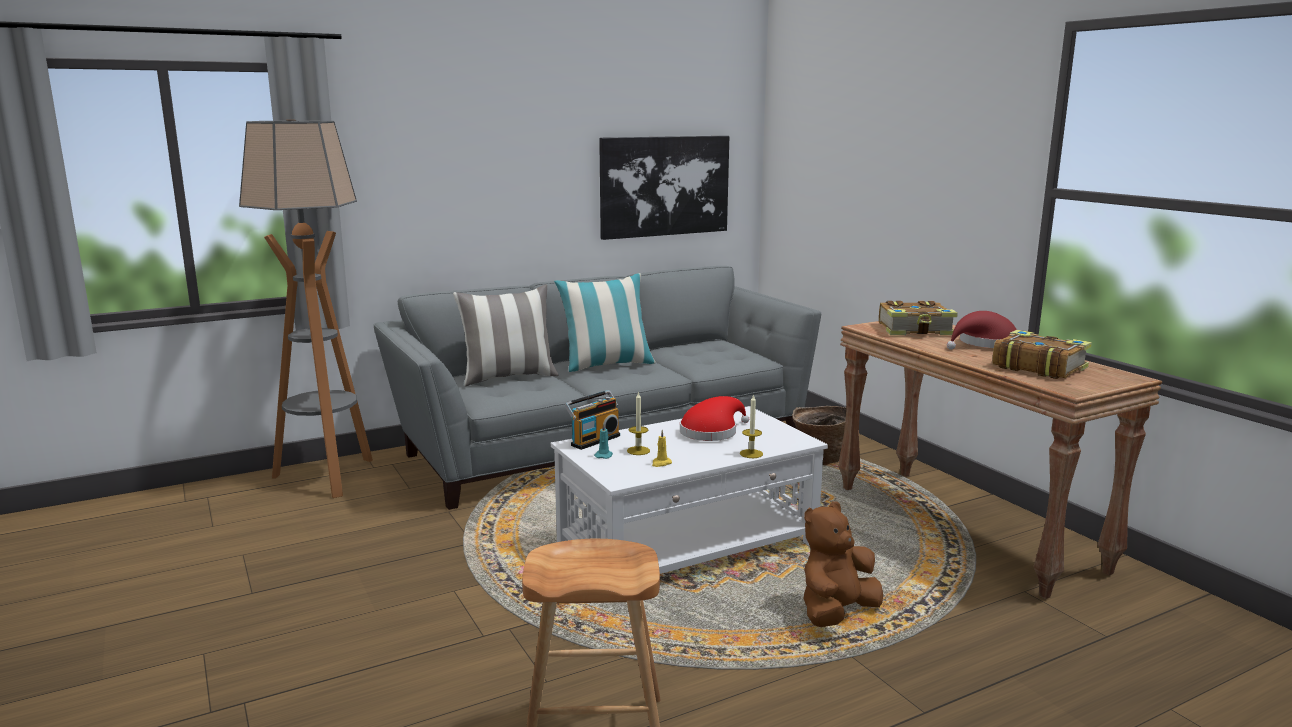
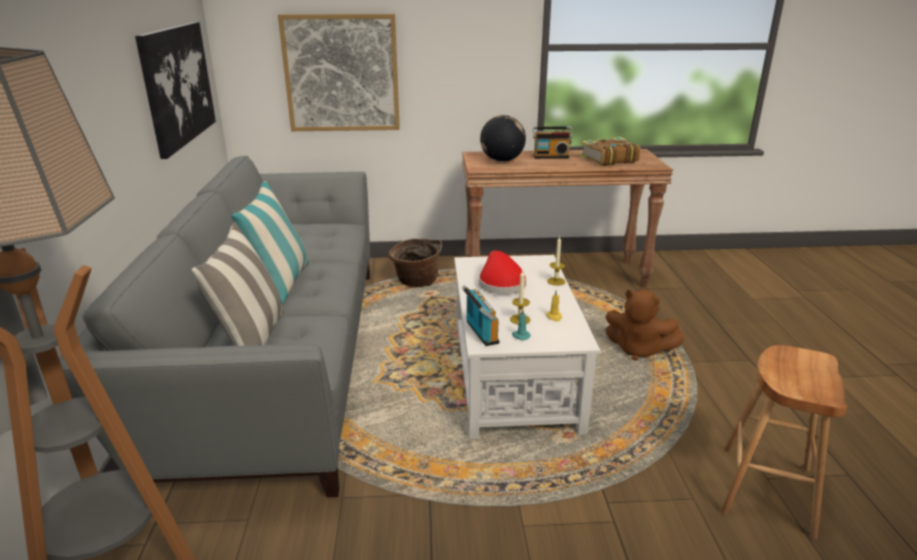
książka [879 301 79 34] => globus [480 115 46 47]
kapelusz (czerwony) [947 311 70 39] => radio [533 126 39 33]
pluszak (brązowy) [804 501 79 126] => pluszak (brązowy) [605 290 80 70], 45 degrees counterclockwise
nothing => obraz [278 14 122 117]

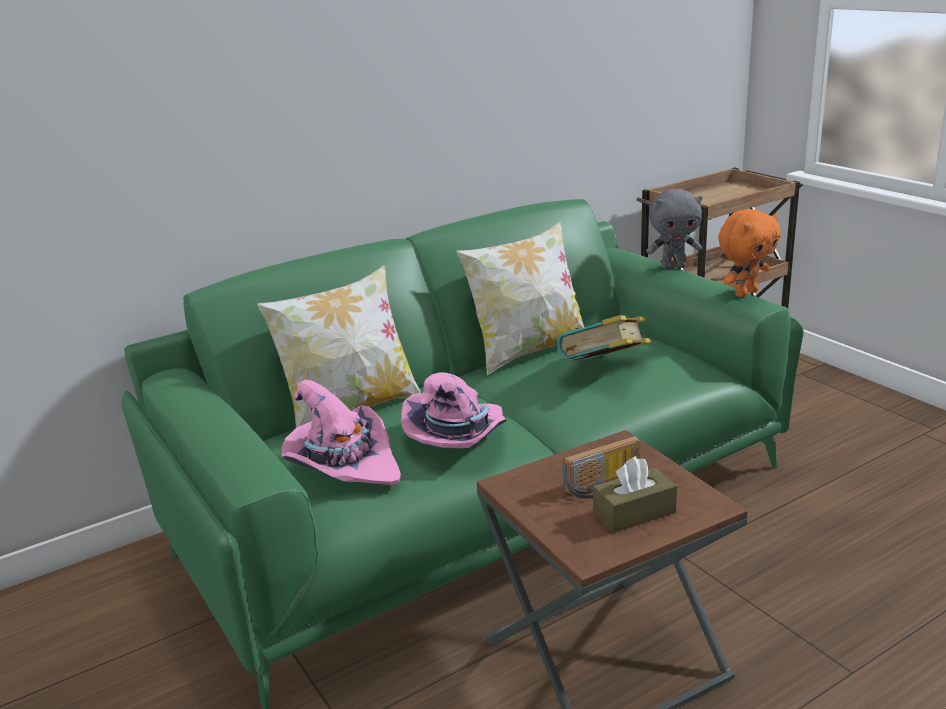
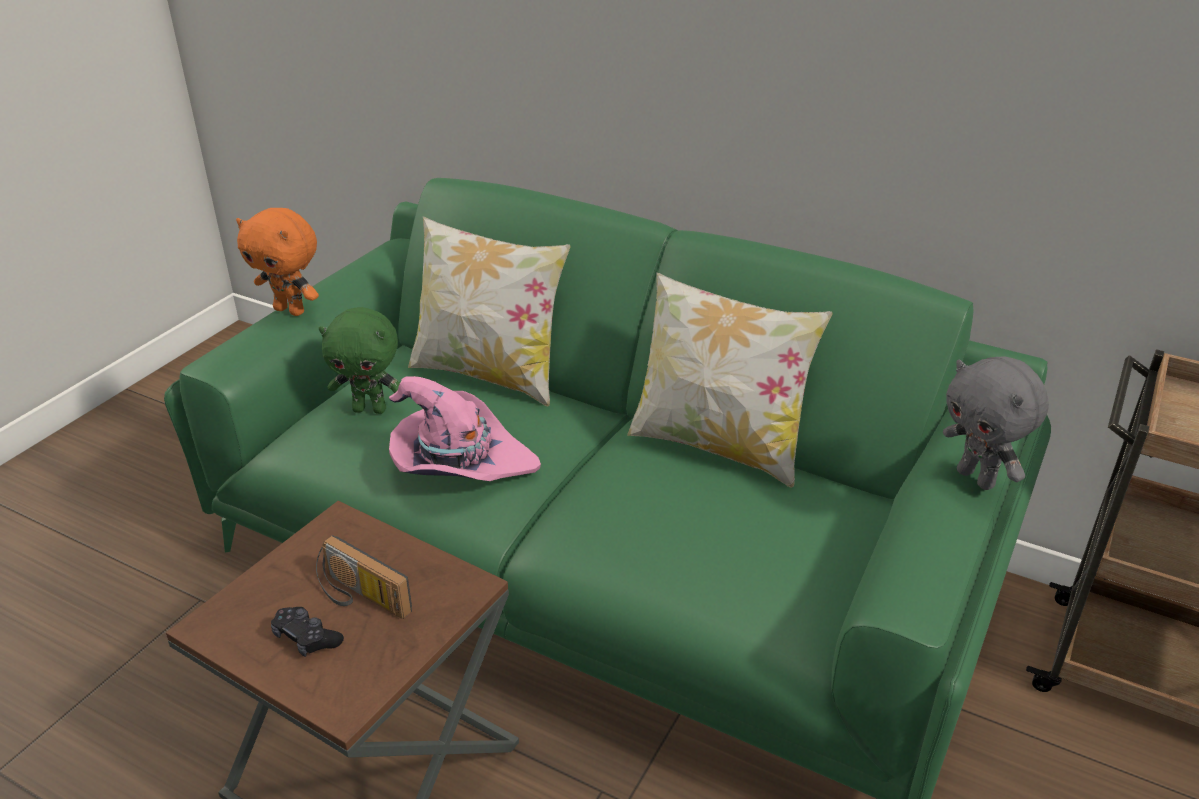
pluszak (pomarańczowy) [718 209 63 88] => pluszak (pomarańczowy) [236 208 83 108], move
książka [557 315 94 46] => nothing
kapelusz (różowy) [281 380 120 105] => pluszak (zielony) [319 307 81 107]
pudełko chusteczek (brązowy) [593 456 84 77] => pad do gier (czarny) [271 607 73 50]

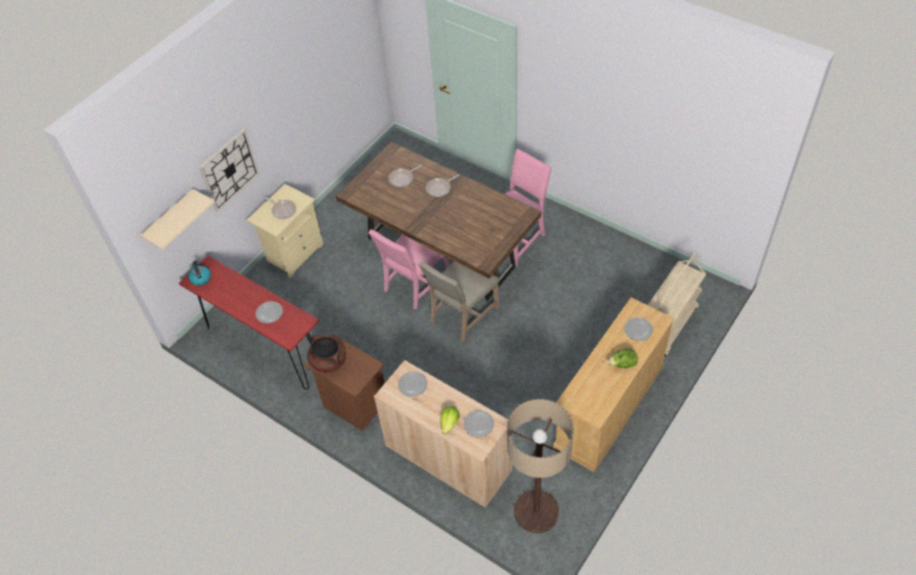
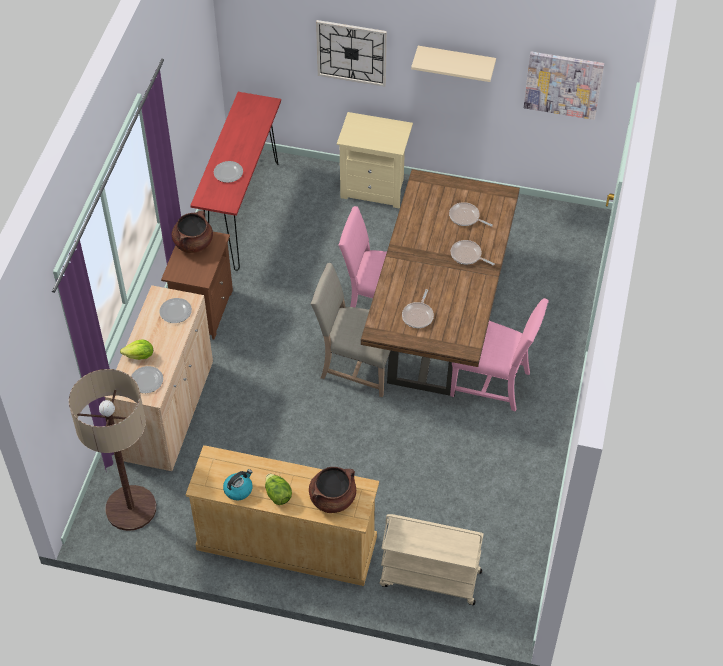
półka (beżowy) [140 189 74 60] => półka (beżowy) [411 46 85 36], move
patelnia [265 197 31 22] => patelnia [402 289 32 39], move
czajnik [188 260 23 26] => czajnik [223 469 30 32], move
talerz [624 317 29 24] => garnek (brązowy) [309 467 47 46]
nothing => obraz [524 51 80 69]

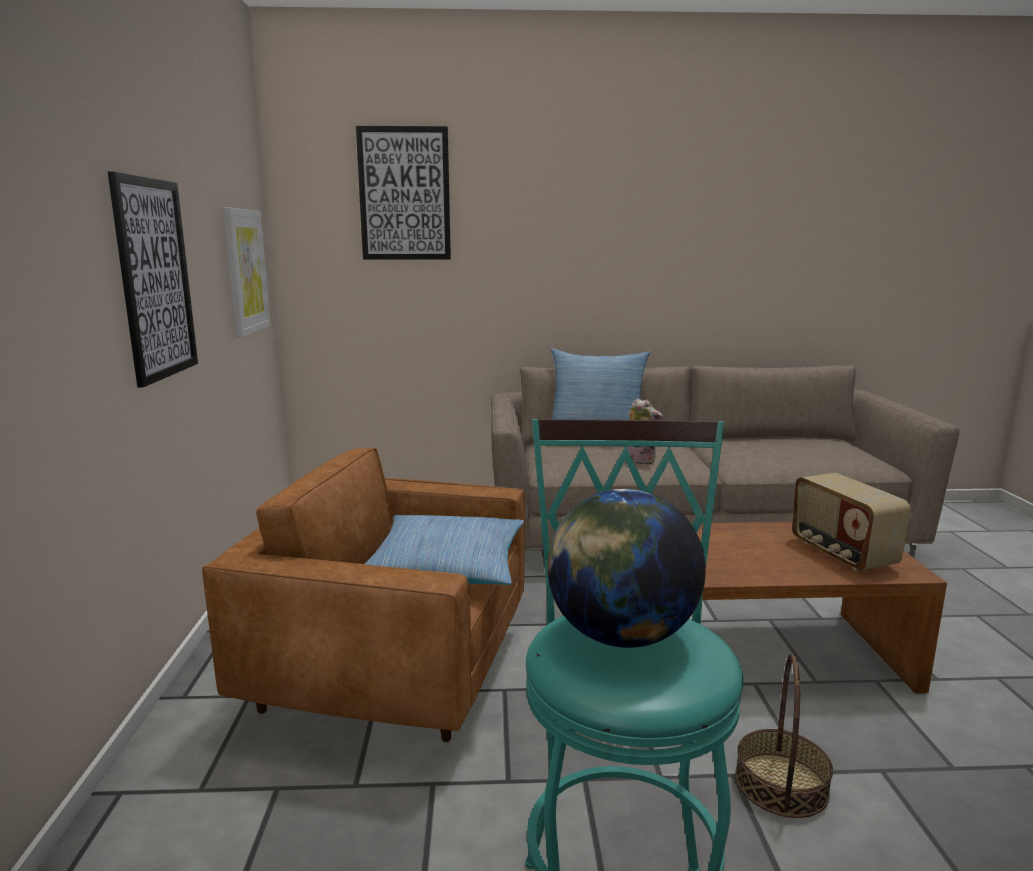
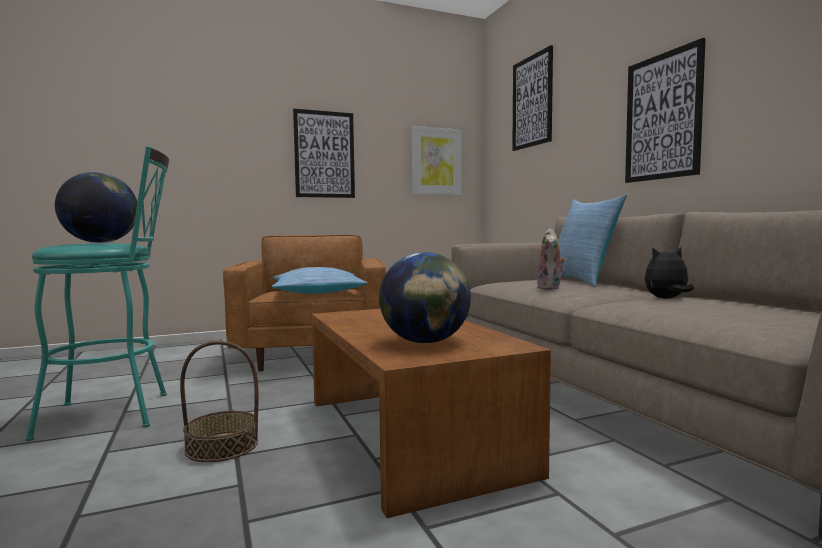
radio [792 473 119 98] => globus [379 252 92 91]
nothing => obraz [625 38 81 145]
nothing => pluszak [645 247 49 52]

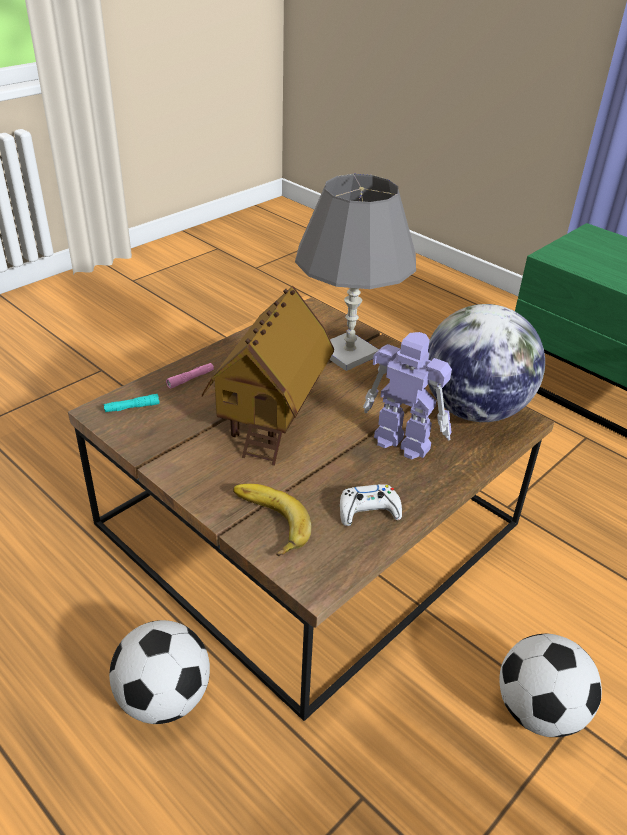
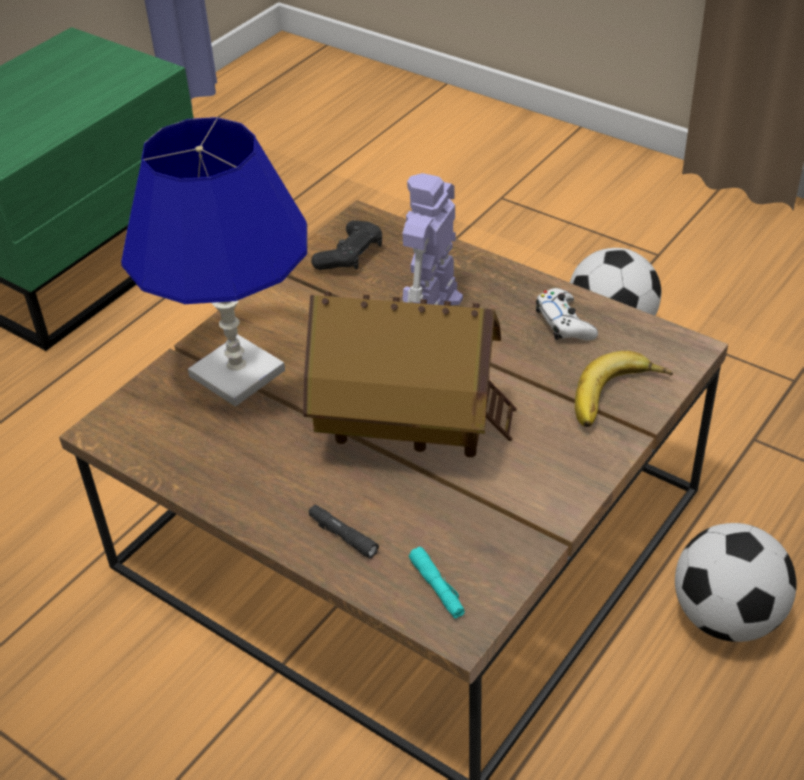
lampa stołowa (szary) [295 174 121 197] => lampa stołowa (niebieski) [121 117 186 290]
globus [428 304 117 118] => pad do gier (czarny) [311 220 71 50]
latarka (różowy) [166 363 48 26] => latarka (czarny) [309 505 70 54]

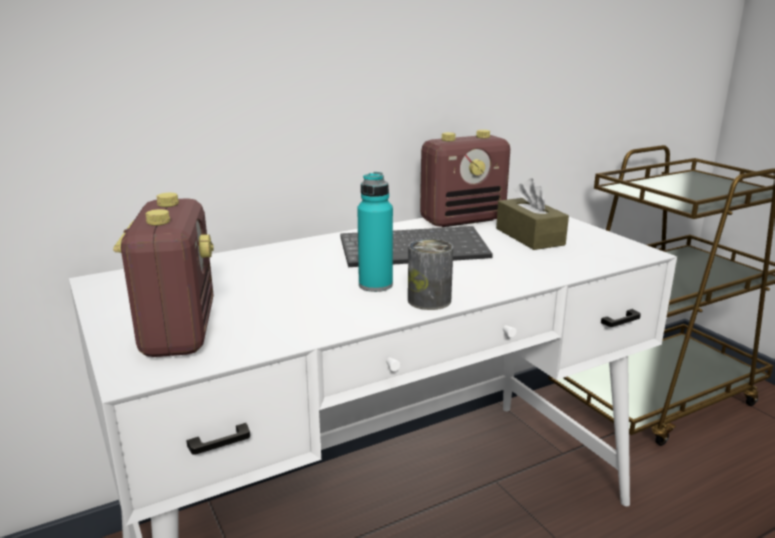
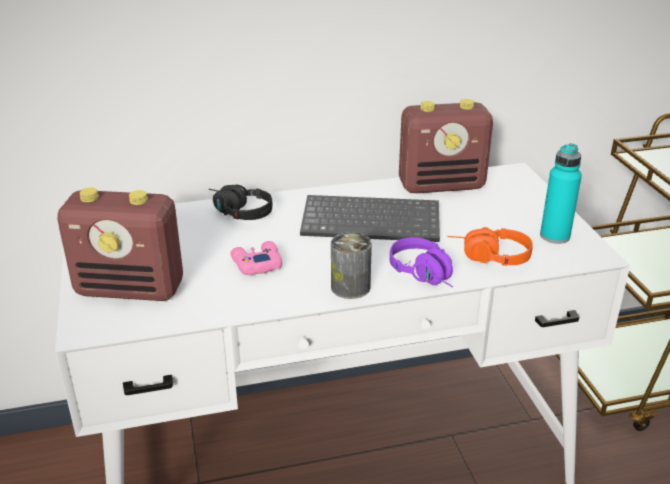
butelka (turkusowy) [357 172 36 120] => butelka (turkusowy) [540 143 42 101], move
pudełko chusteczek (brązowy) [496 179 73 71] => nothing
radio [113 193 101 164] => radio [57 188 126 113], 90 degrees clockwise
nothing => słuchawki (czarny) [209 185 64 35]
nothing => słuchawki (pomarańczowy) [448 227 85 39]
nothing => słuchawki (fioletowy) [390 237 63 50]
nothing => pad do gier (różowy) [230 241 52 34]

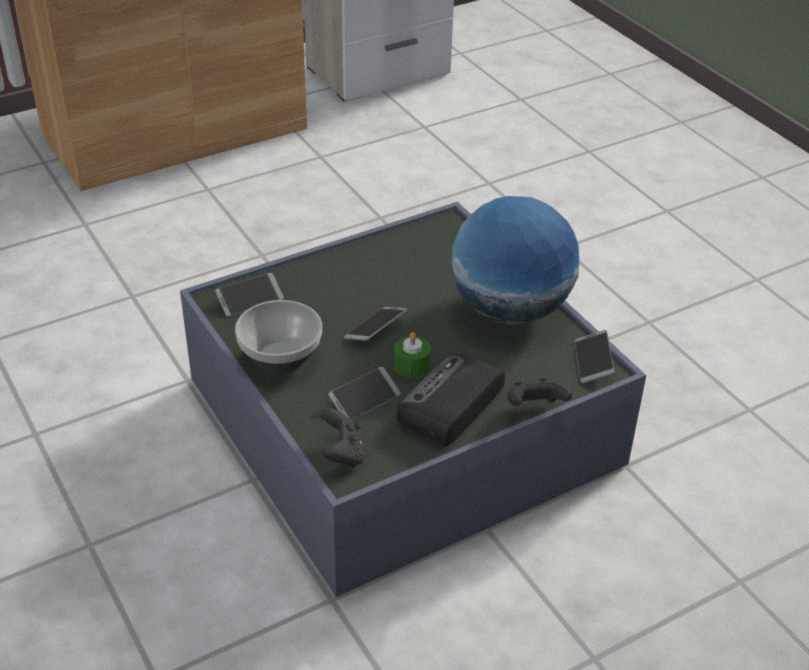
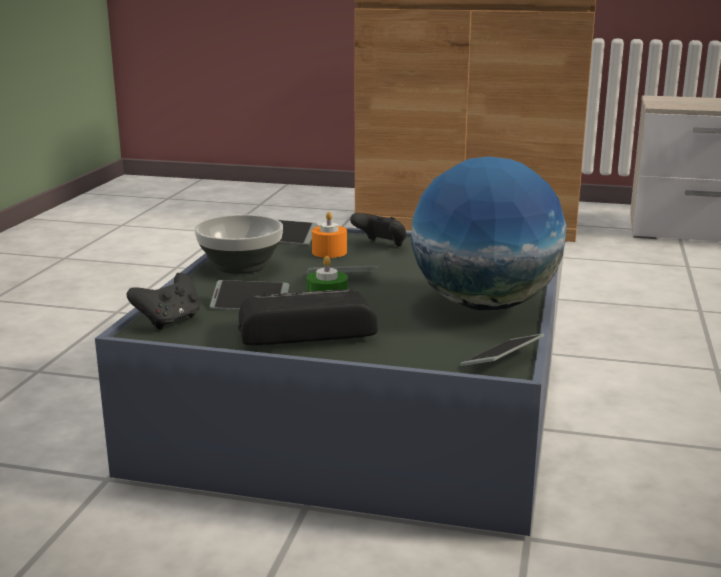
pad do gier (czarny) [507 378 66 28] => pad do gier (czarny) [350 213 57 33], move
nothing => świeca (pomarańczowy) [312 212 35 46]

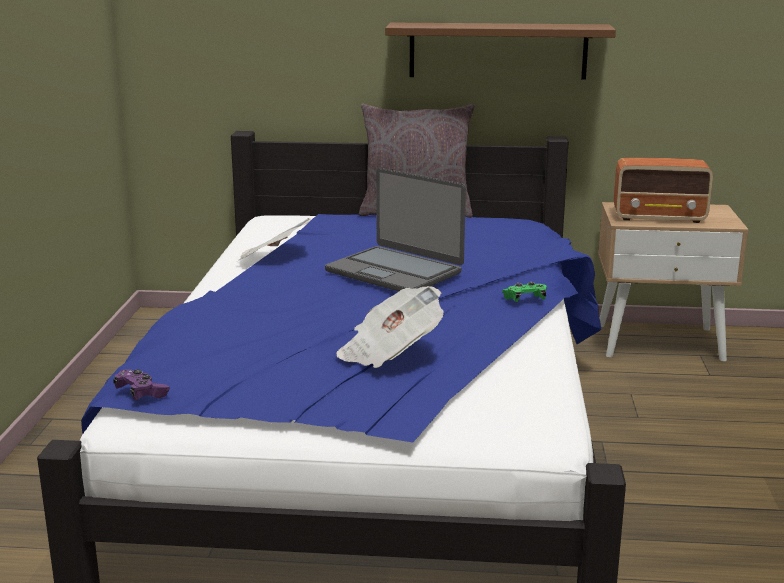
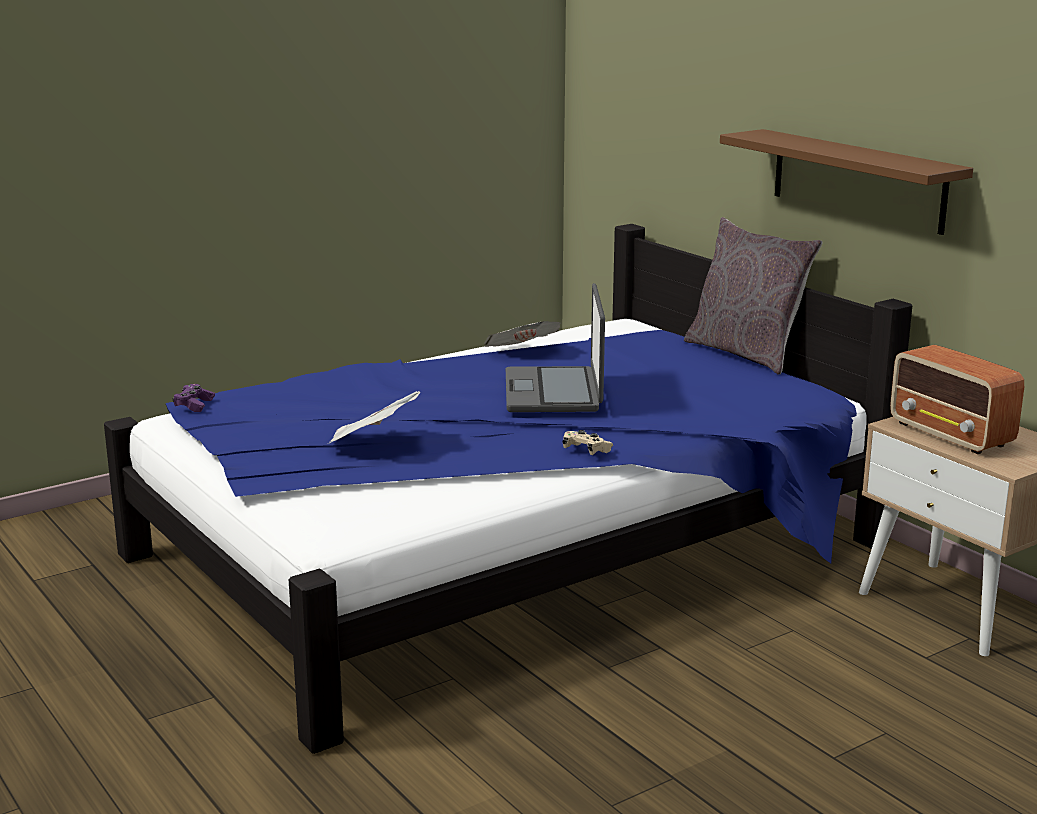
pad do gier (zielony) [502 282 45 20] => pad do gier (beżowy) [563 430 50 25]

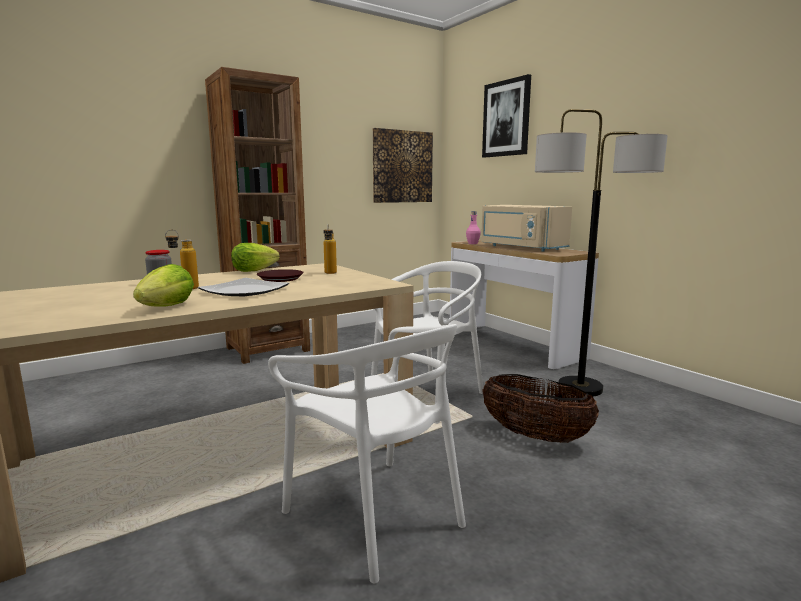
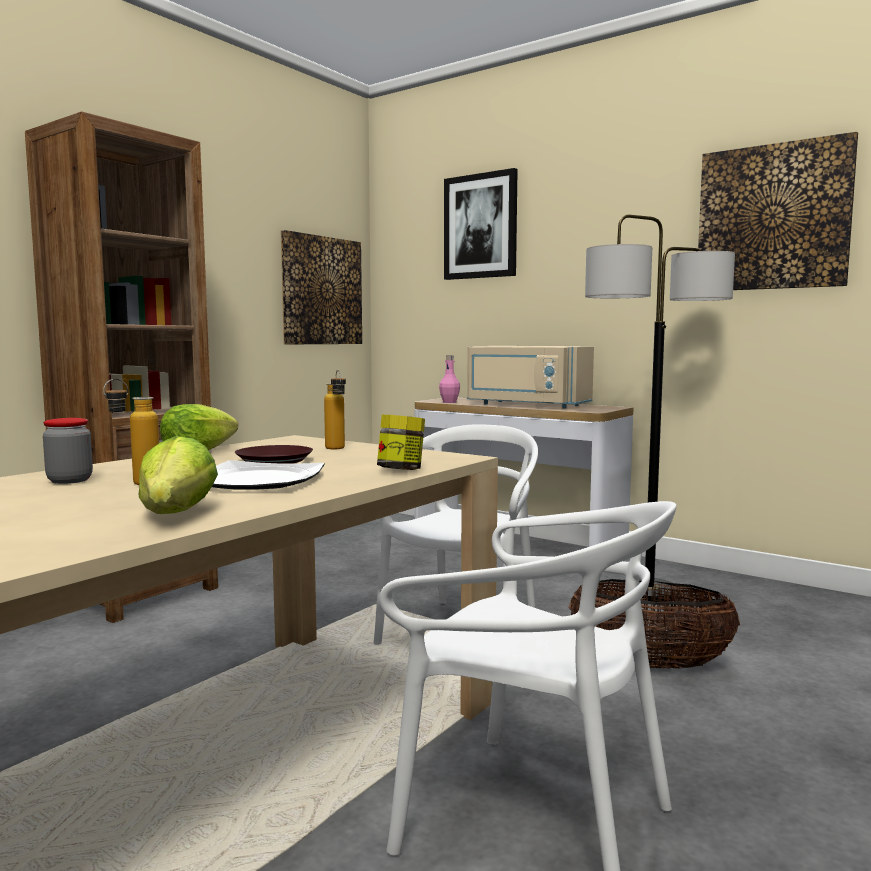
nothing => obraz [698 132 160 158]
nothing => słoik [377 415 48 55]

